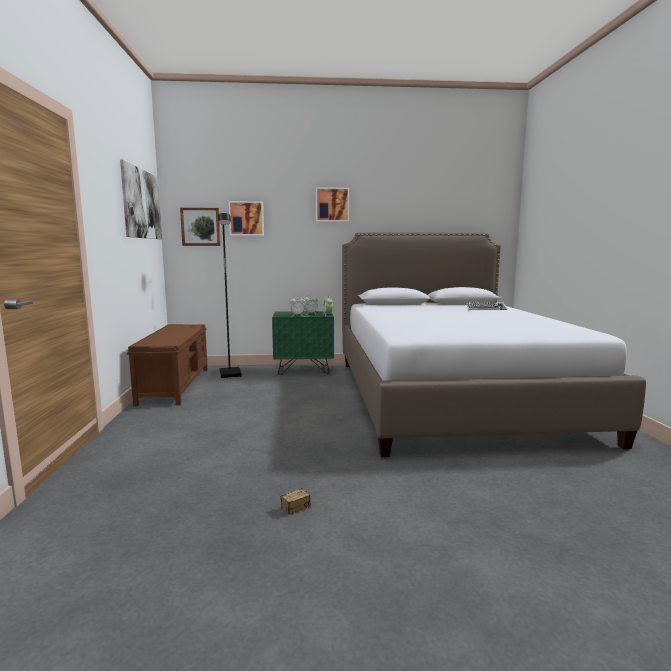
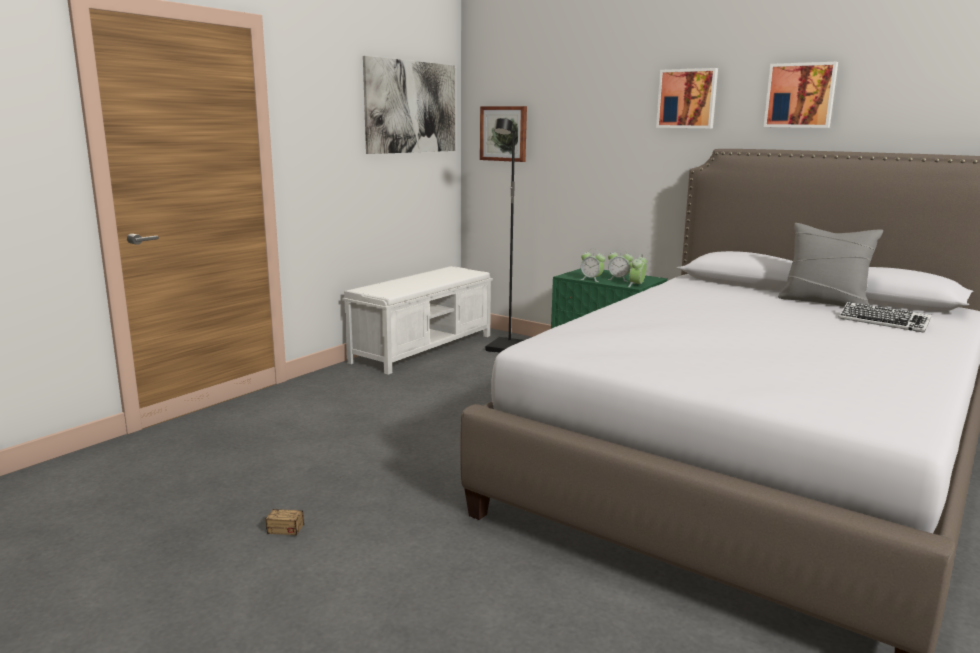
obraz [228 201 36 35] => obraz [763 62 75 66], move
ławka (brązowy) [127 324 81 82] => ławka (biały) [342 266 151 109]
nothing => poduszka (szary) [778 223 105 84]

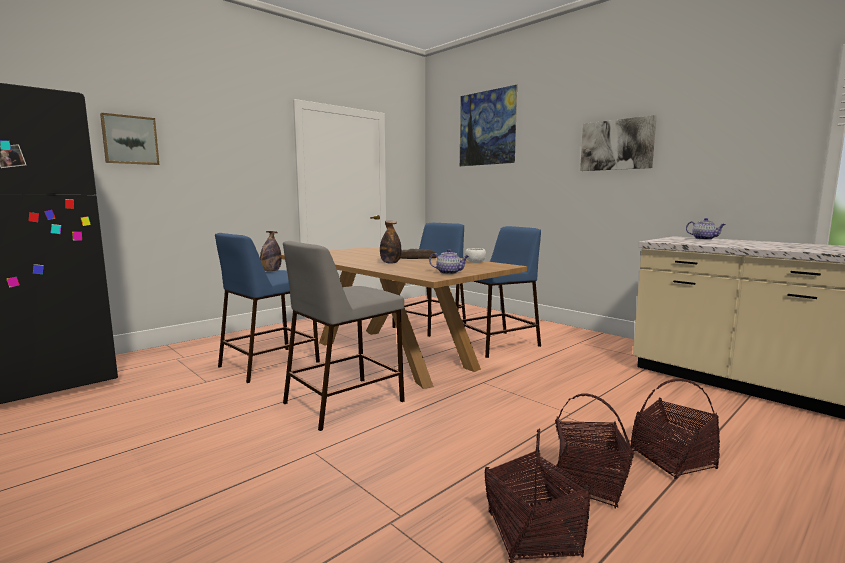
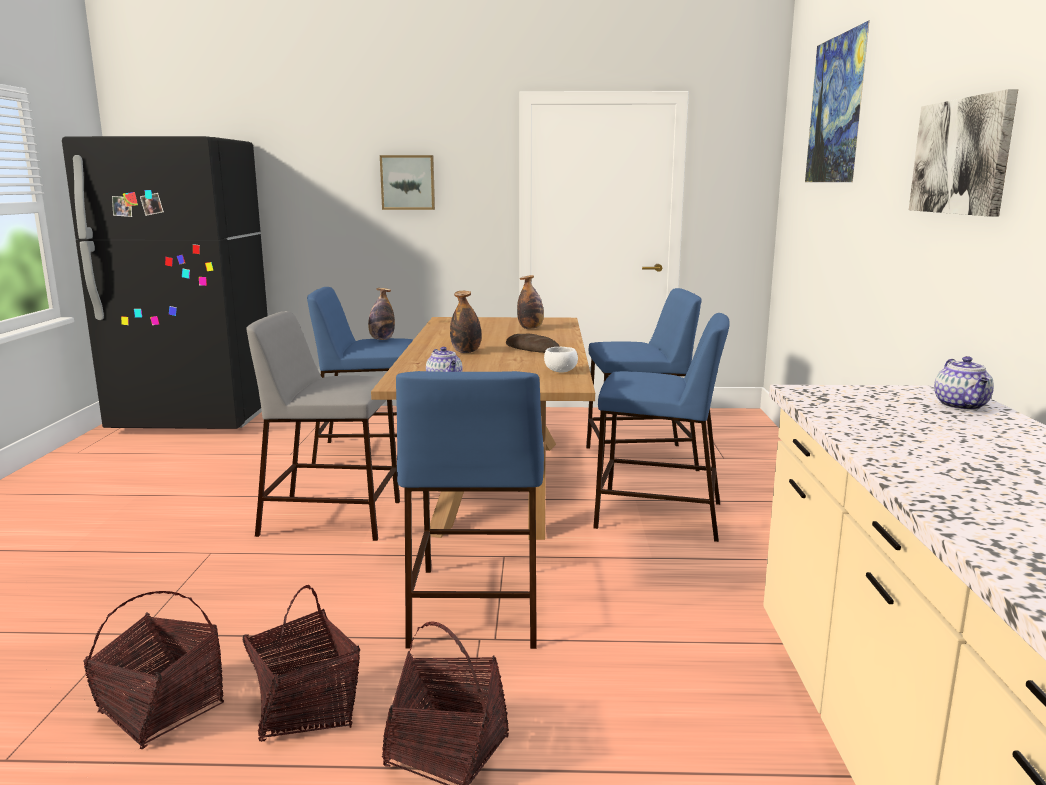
obraz [100 113 59 52] => obraz [380 155 55 55], move
nothing => butelka [517 275 27 54]
nothing => stołek (niebieski) [396 371 148 278]

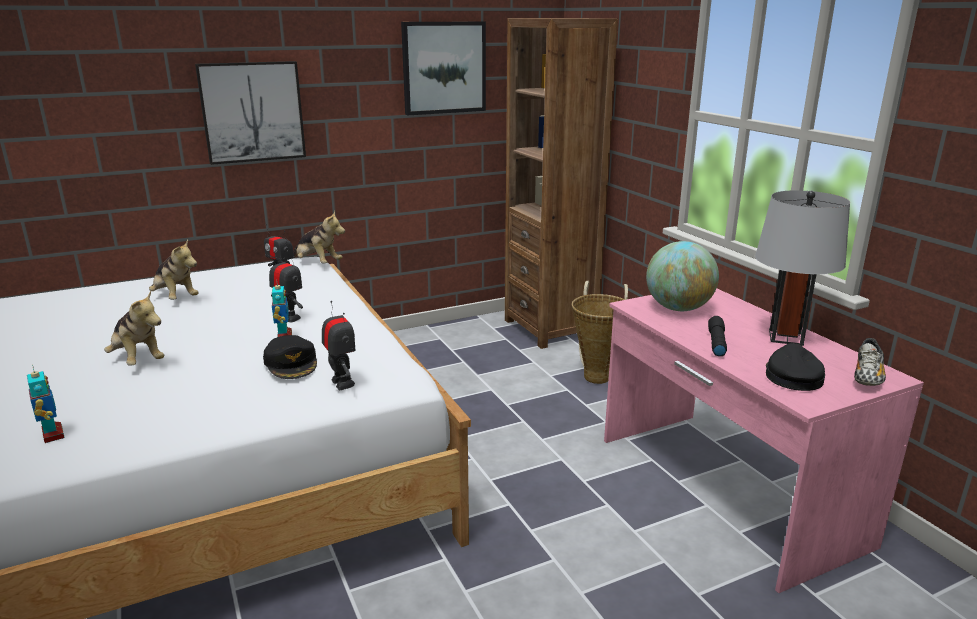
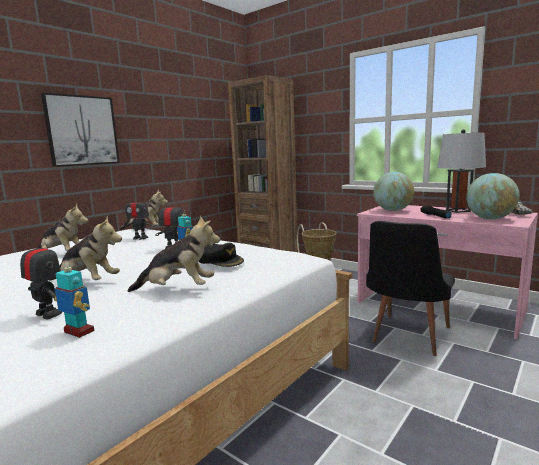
obraz [401 21 85 94] => nothing
robot zabawkowy [322 301 34 89] => robot zabawkowy [20 235 42 84], move
czapka z daszkiem (czarny) [766 343 59 48] => globus [466 173 53 46]
nothing => pluszak [128 216 92 76]
nothing => krzesło (czarny) [366 221 89 135]

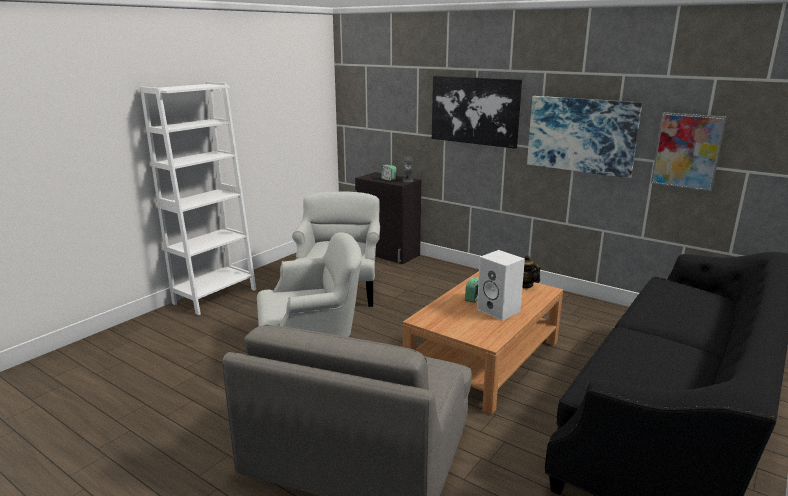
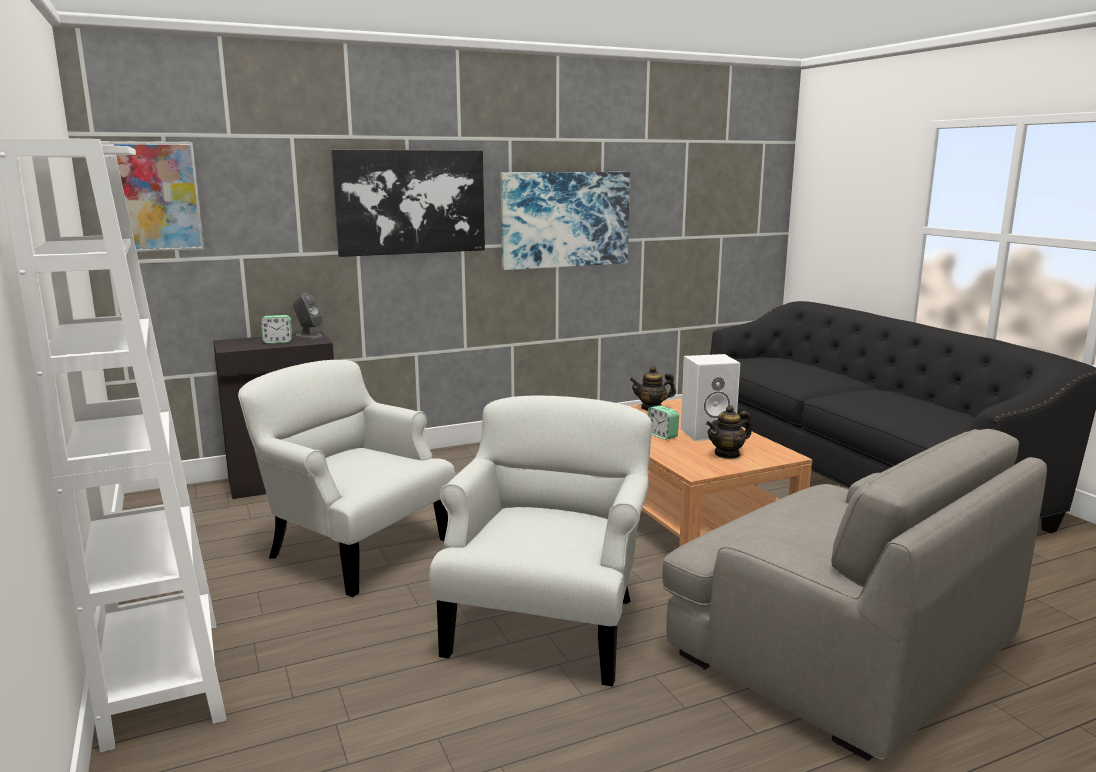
obraz [651 112 75 79] => obraz [101 141 103 111], move
nothing => imbryk [706 405 45 54]

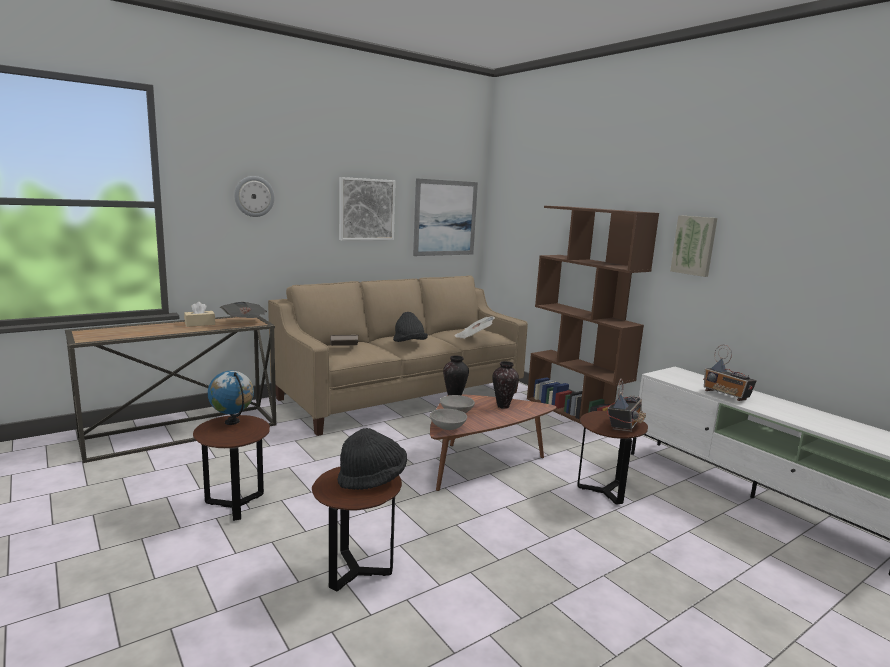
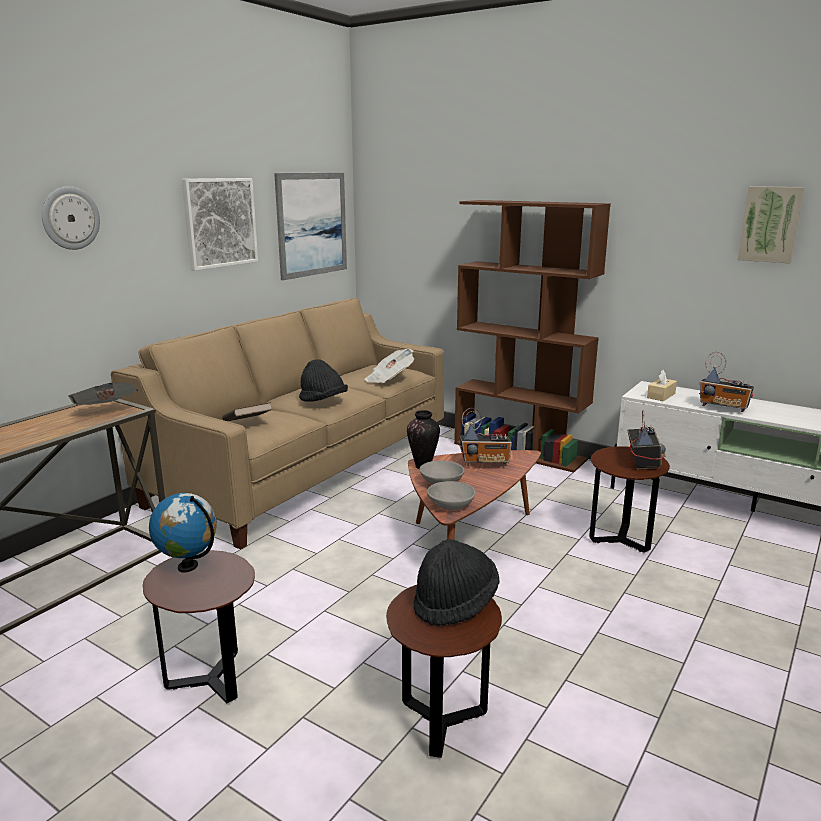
obraz [670 215 47 62] => obraz [738 186 66 77], move
pudełko chusteczek (beżowy) [184 302 31 25] => pudełko chusteczek (beżowy) [647 370 30 31], move
wazon [492 361 27 48] => radio [459 408 53 58]

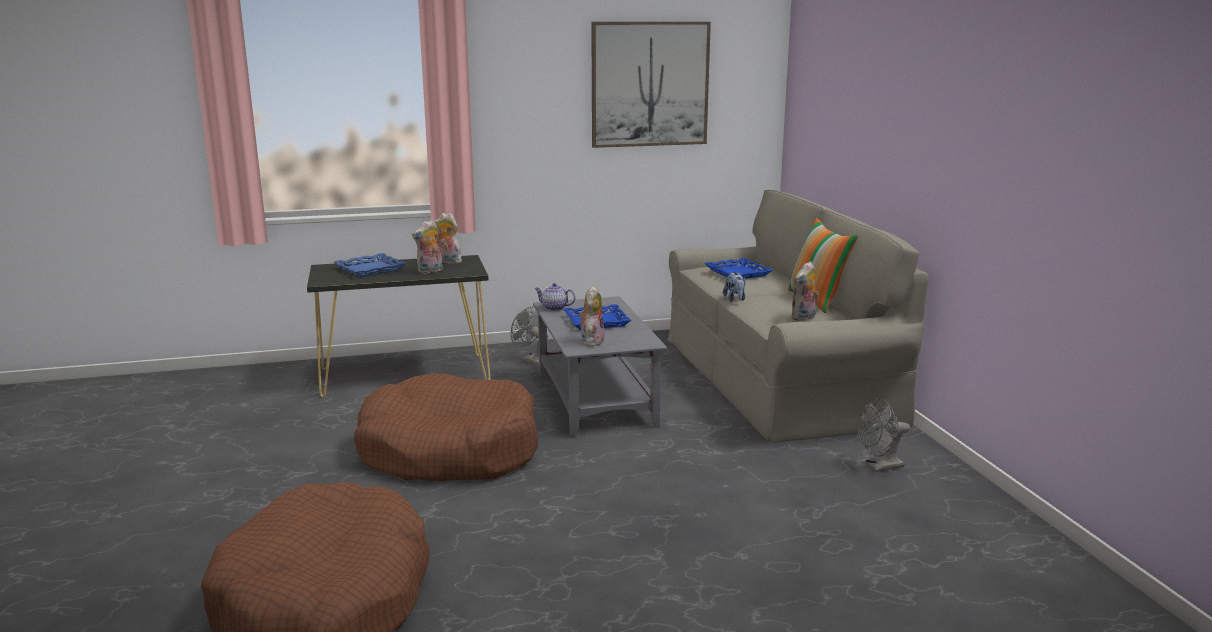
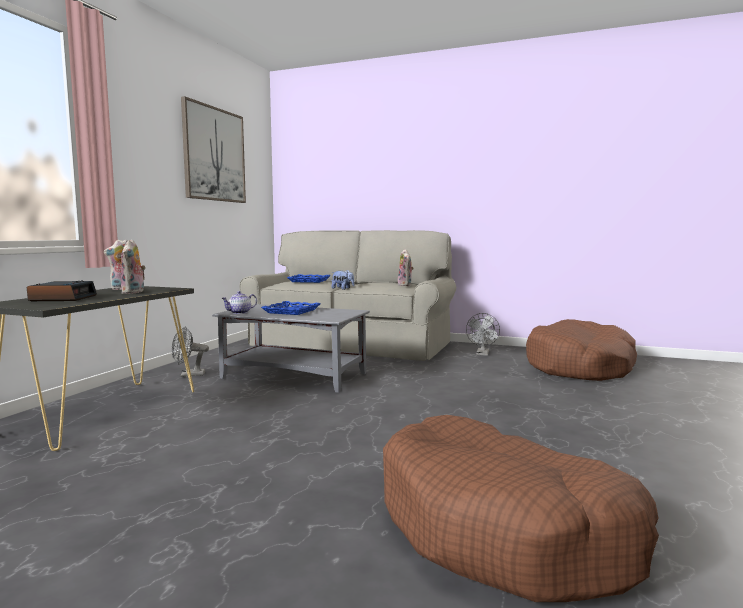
poduszka [788 218 70 95] => nothing
taca (niebieski) [334 253 72 24] => budzik [27 280 70 21]
pluszak [579 286 26 61] => nothing
legowisko (brązowy) [354 373 184 108] => legowisko (brązowy) [526 319 111 62], move

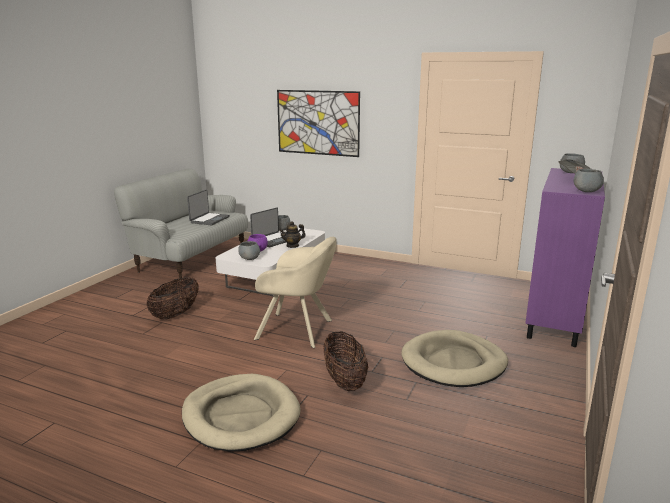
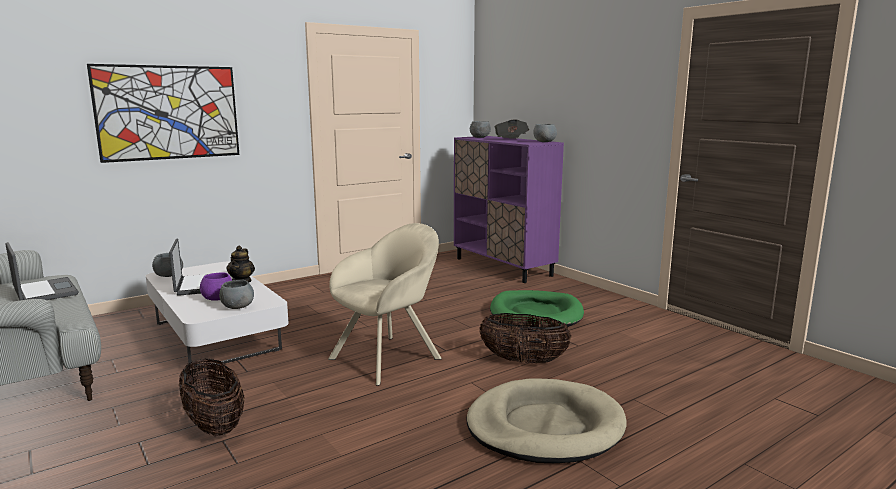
legowisko (beżowy) [401 330 107 57] => legowisko (zielony) [490 290 94 40]

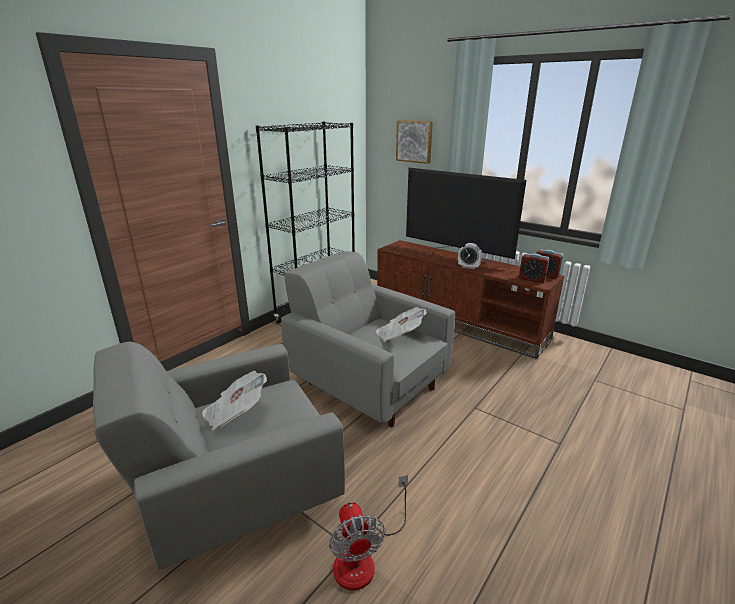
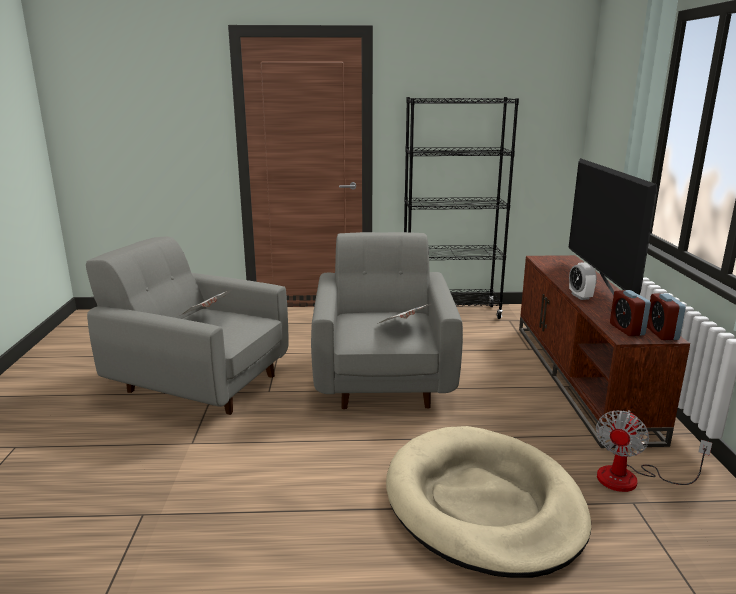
obraz [396 120 37 44] => nothing
wentylator [329 475 79 116] => wentylator [596 410 116 82], move
nothing => legowisko (beżowy) [386 426 205 152]

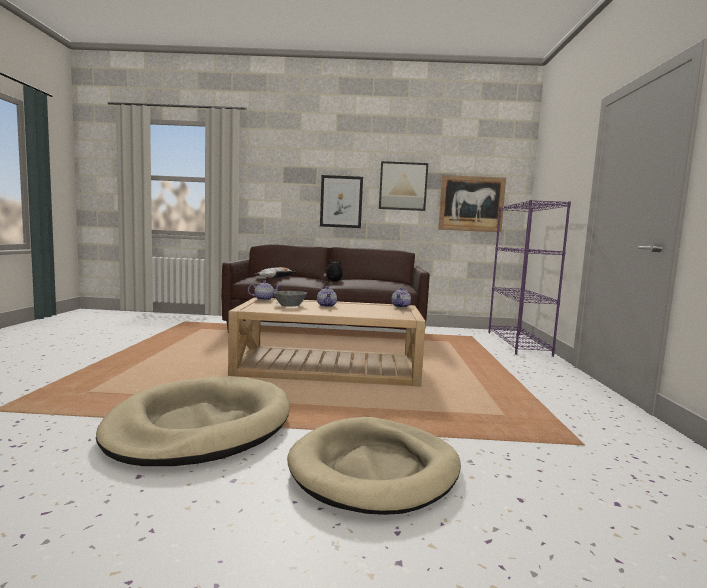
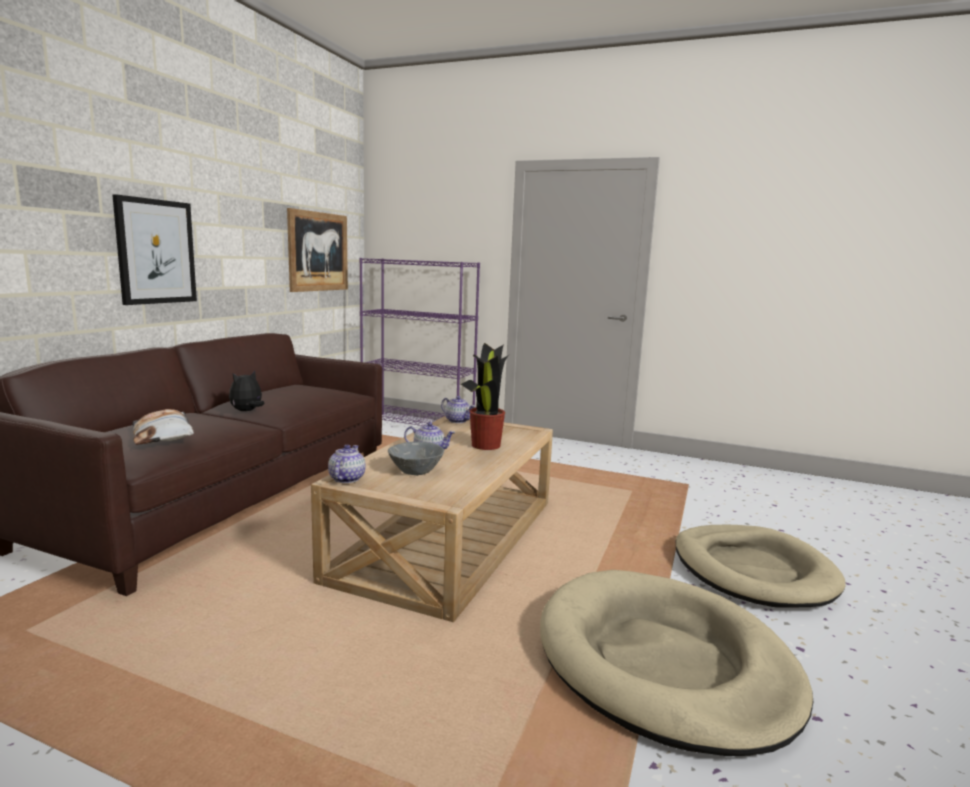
obraz [379 161 49 50] => nothing
nothing => roślina doniczkowa [461 343 48 107]

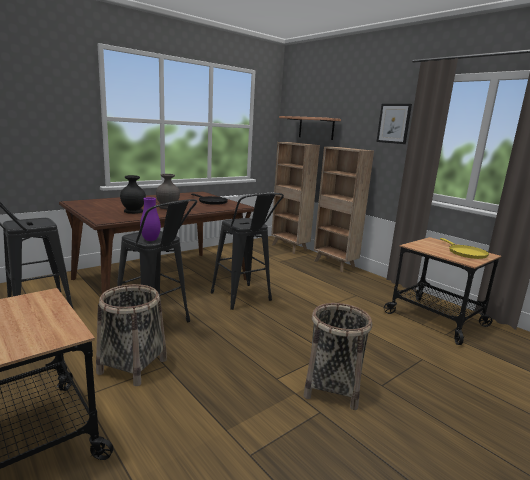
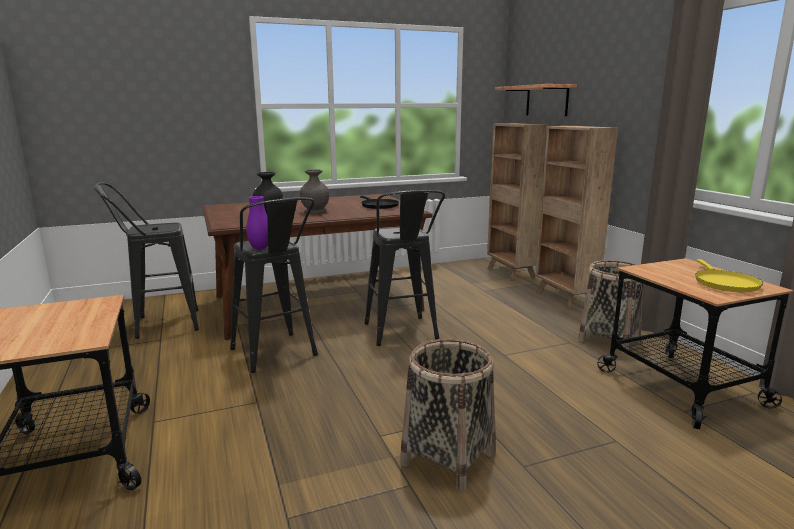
obraz [377 104 35 40] => nothing
koszyk [96 284 71 102] => koszyk [578 260 65 93], move

